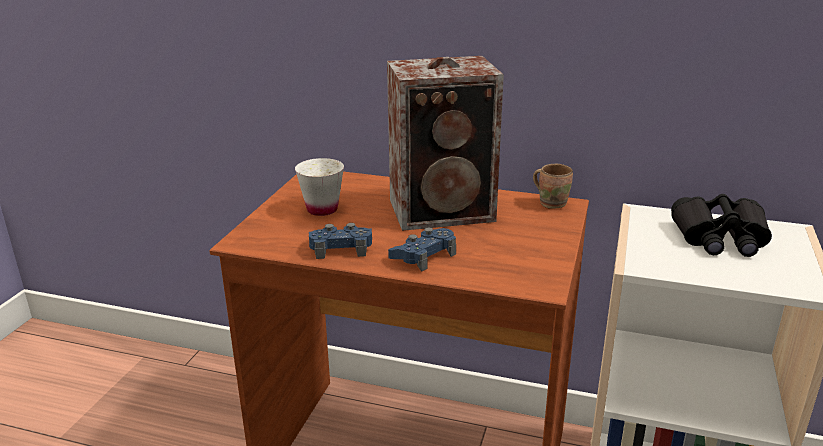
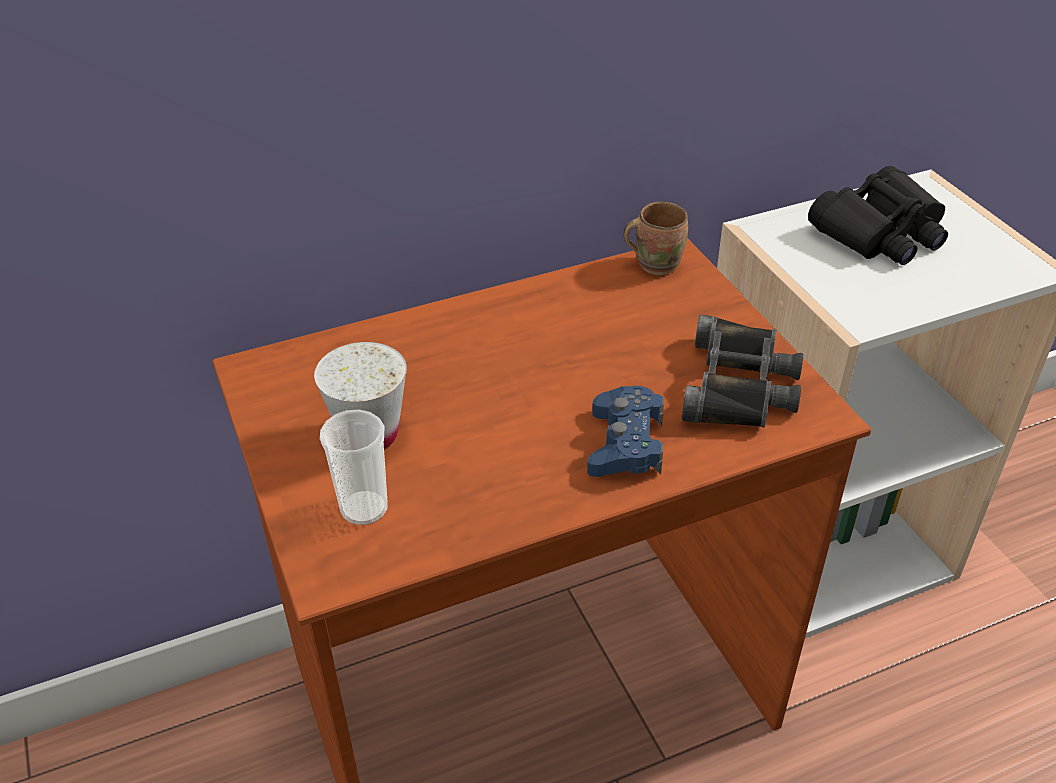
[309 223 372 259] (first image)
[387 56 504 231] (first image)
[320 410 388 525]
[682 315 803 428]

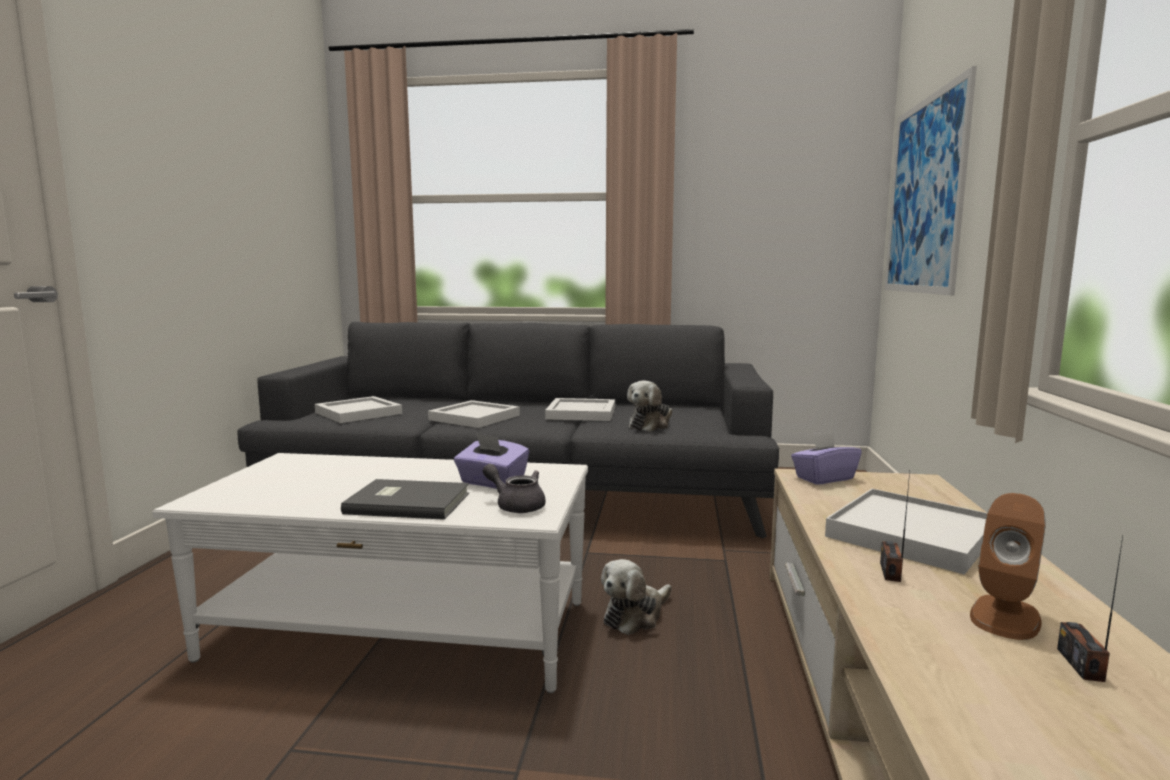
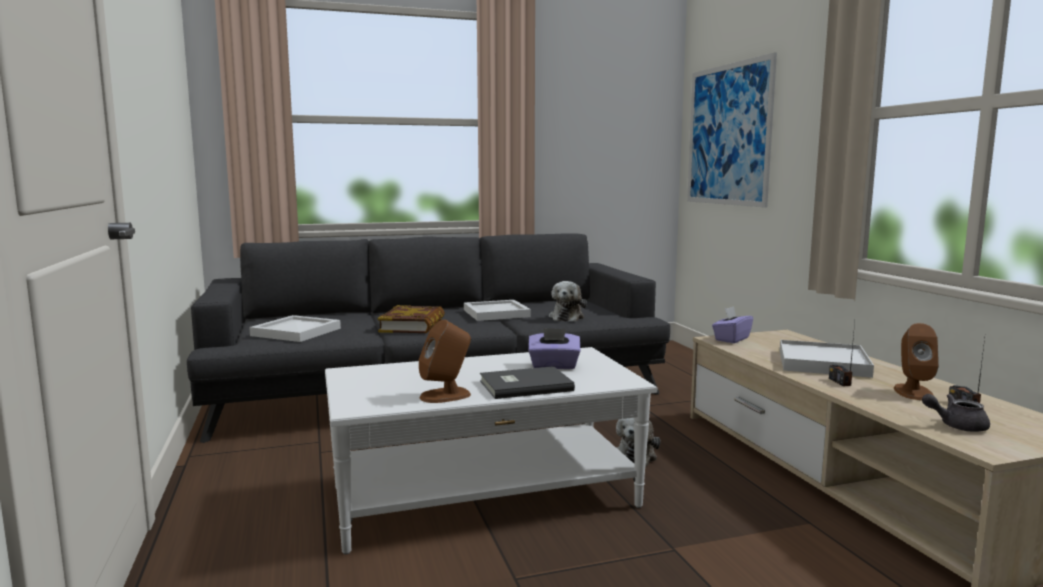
[378 305 445 333]
[922 394 990 432]
[419 320 471 403]

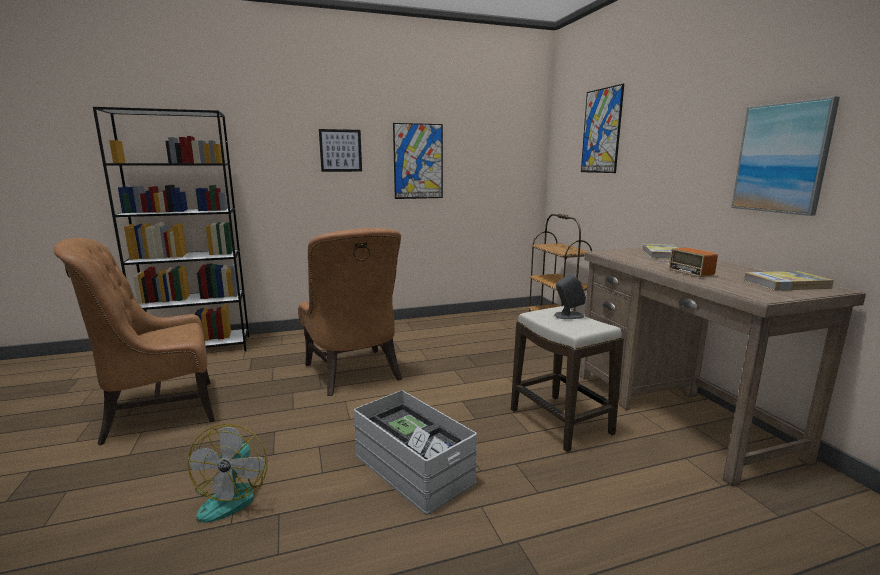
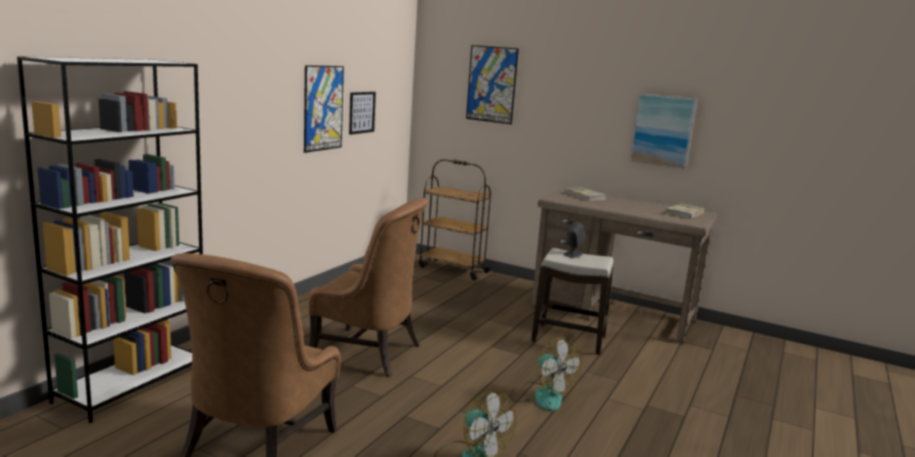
[349 92 376 135]
[510 338 581 411]
[656 247 718 277] (first image)

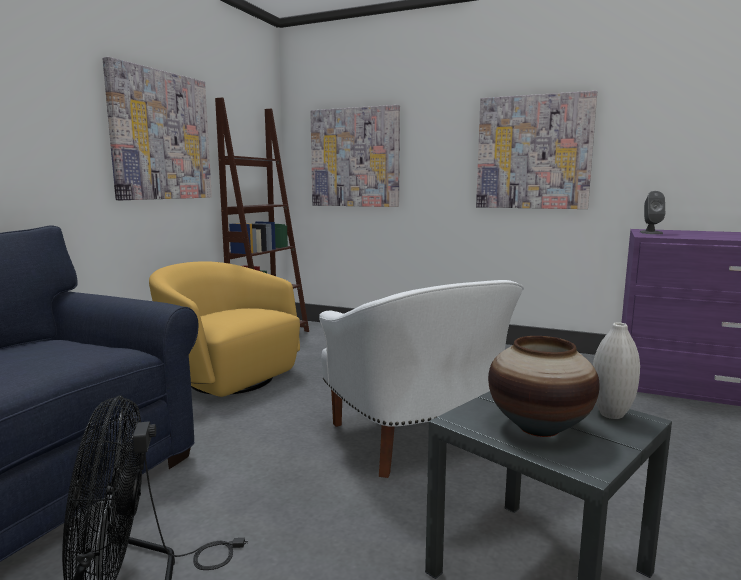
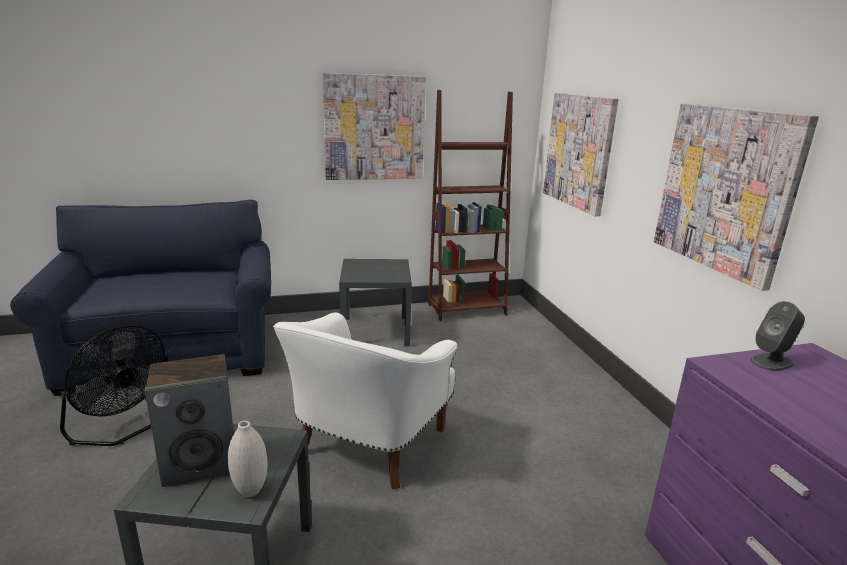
[339 259 412 346]
[145 354 234 487]

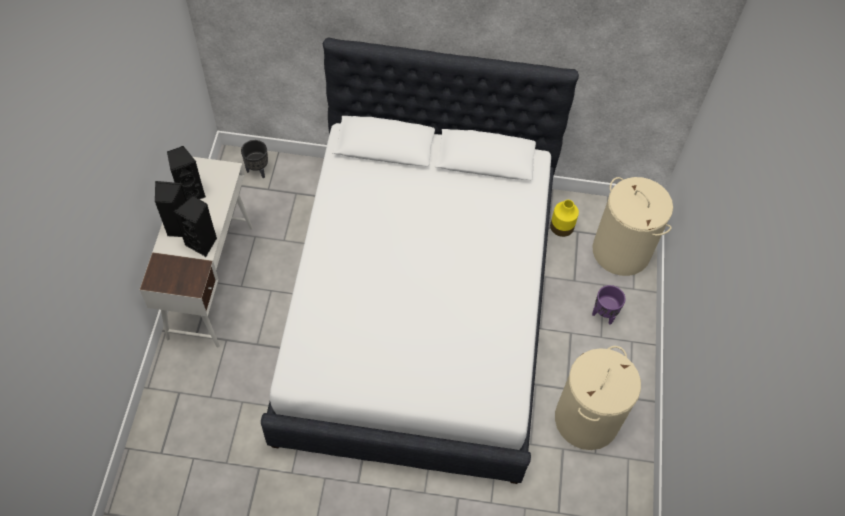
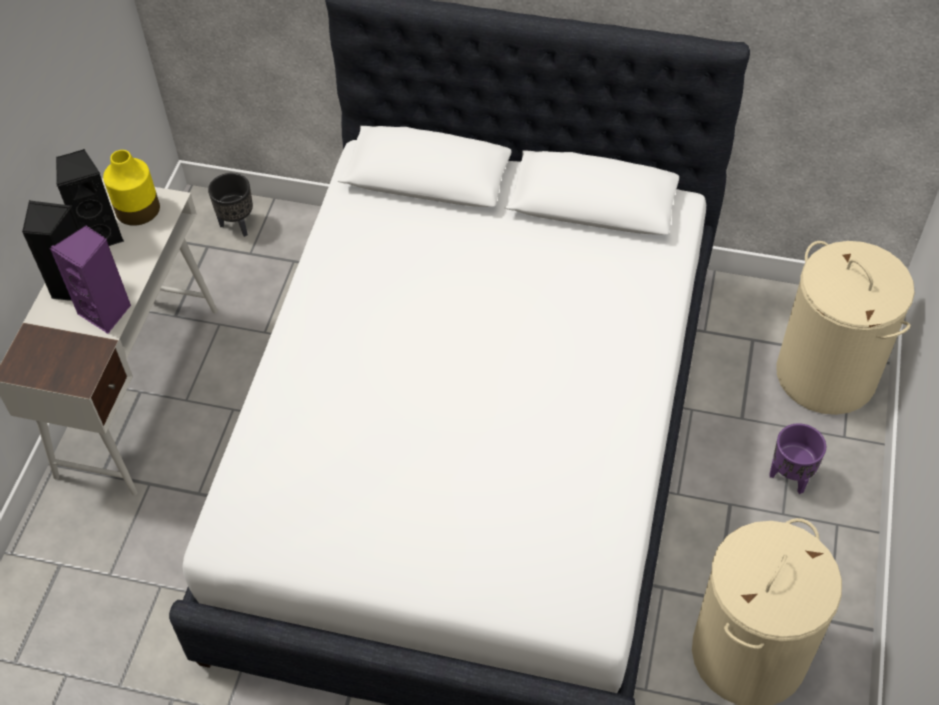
[50 226 131 334]
[103 150 160 226]

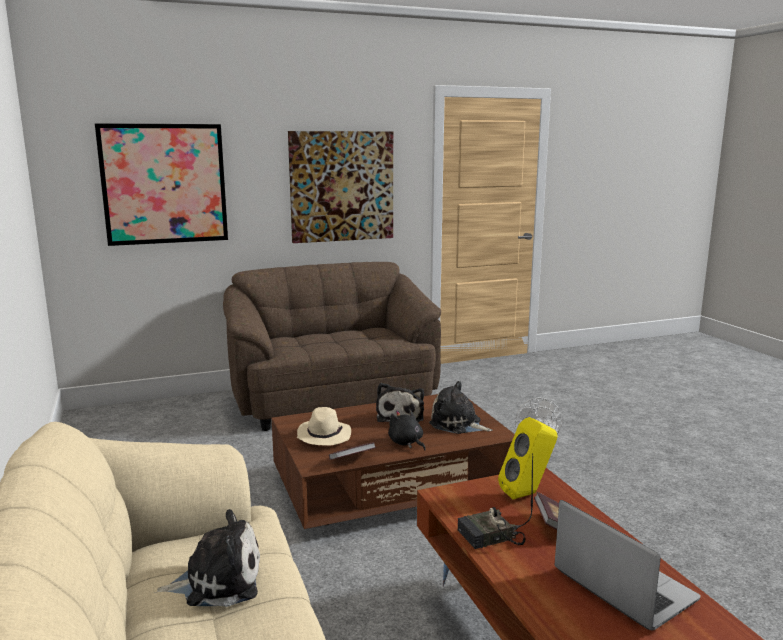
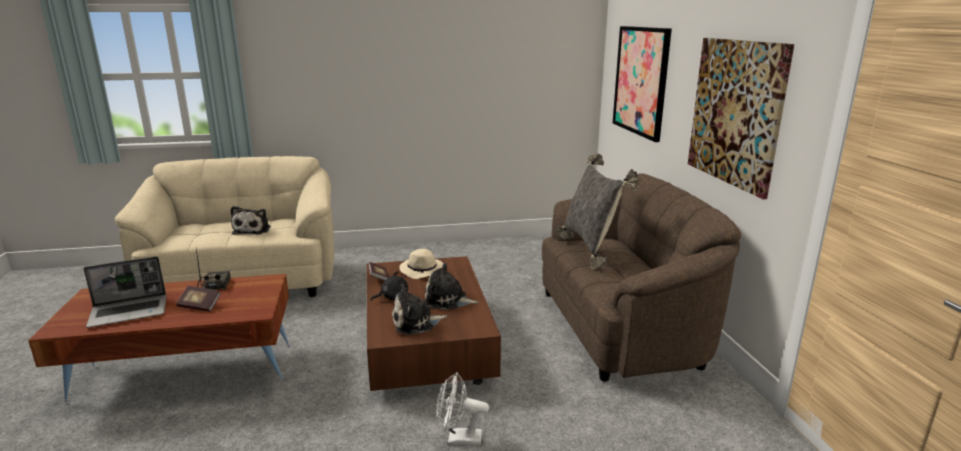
[392 284 447 335]
[498 417 557 499] (first image)
[556 154 639 270]

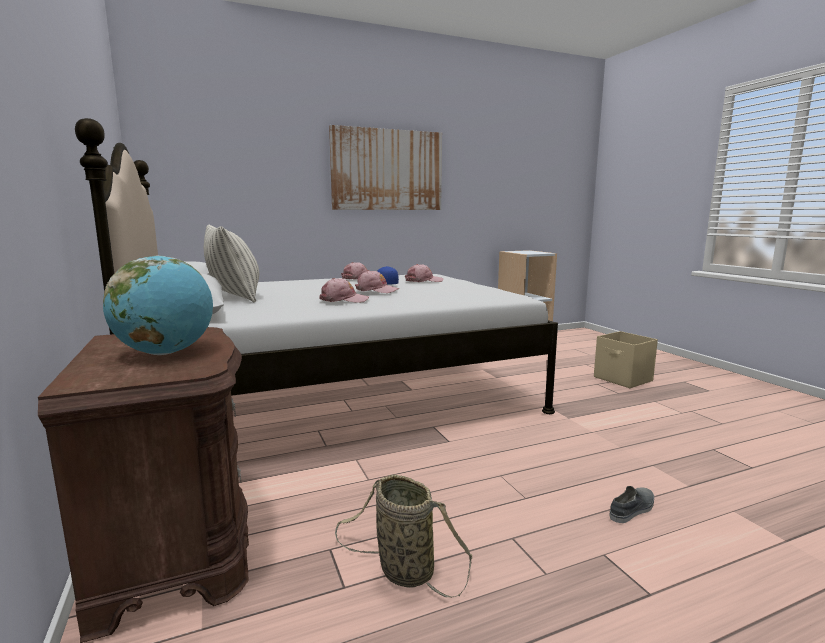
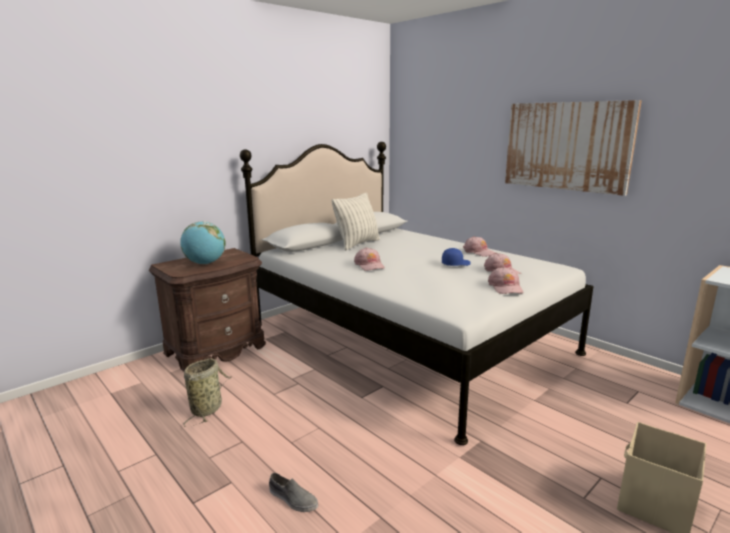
[488 267 524 294]

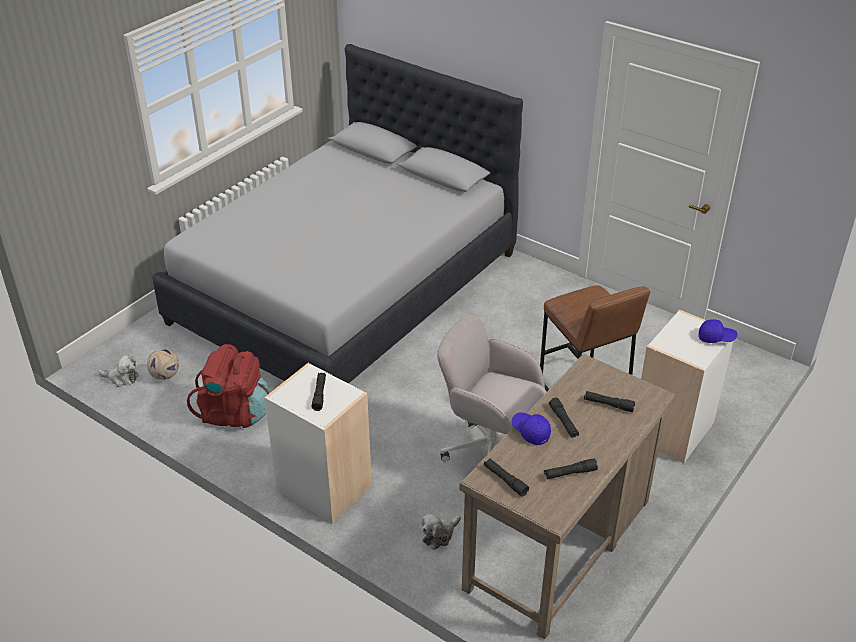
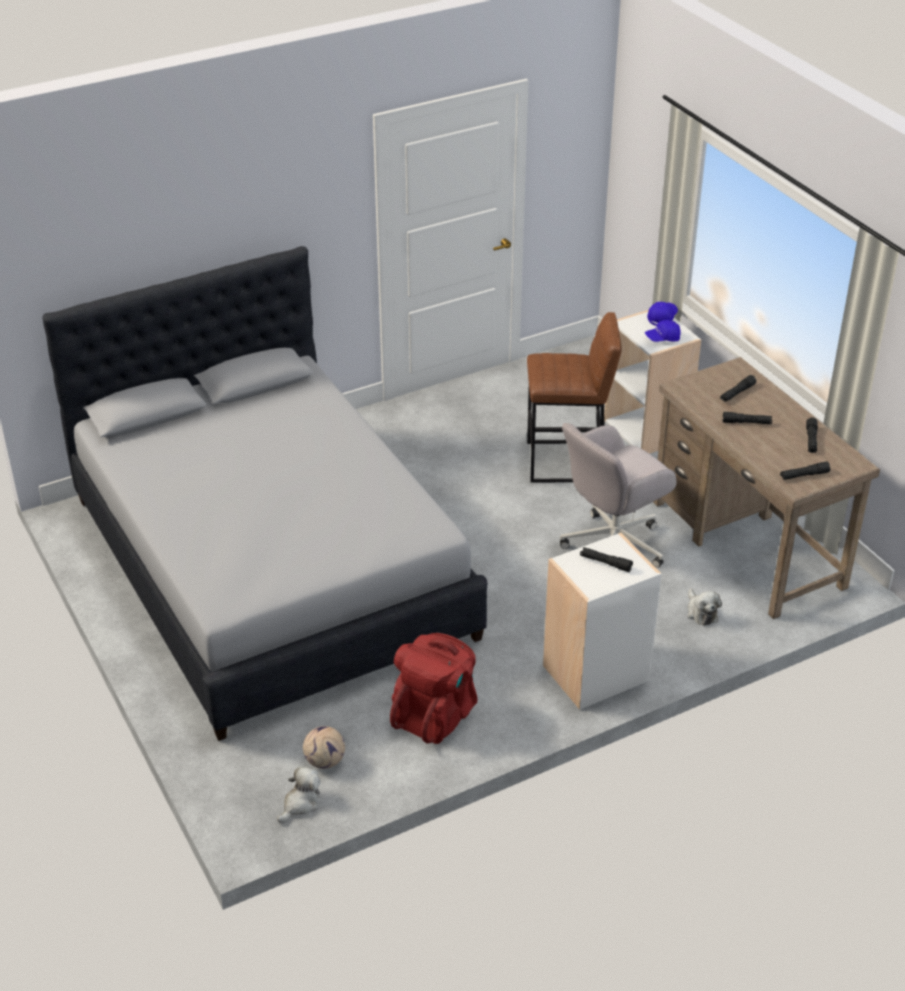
[645 320 681 342]

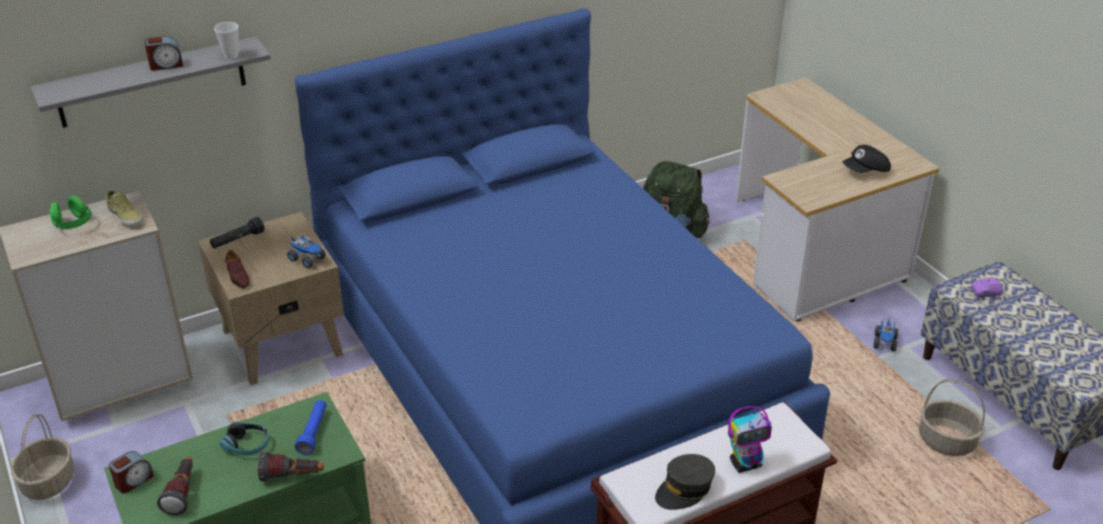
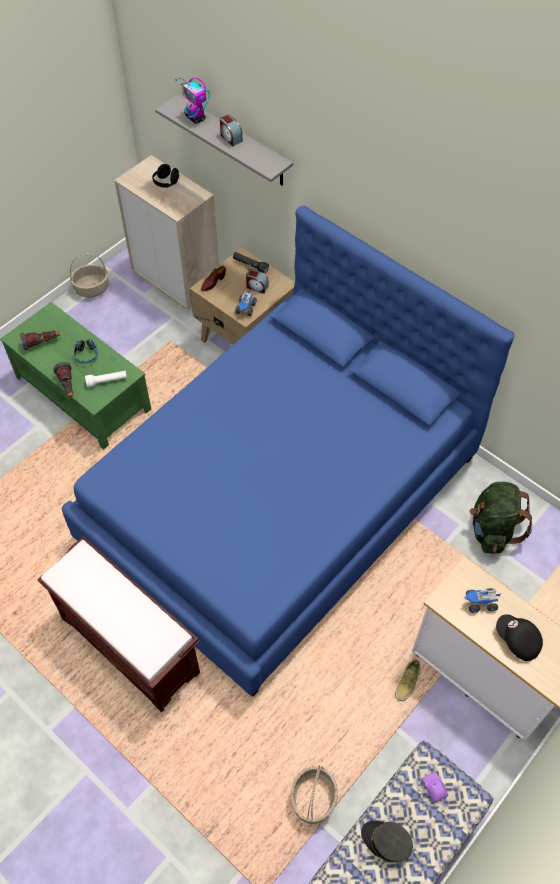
[152 164 179 188]
[395 659 421 701]
[246 269 269 293]
[214 22 239 59] (first image)
[85 371 127 387]
[361 821 413 862]
[175 78 210 124]
[465 588 502 613]

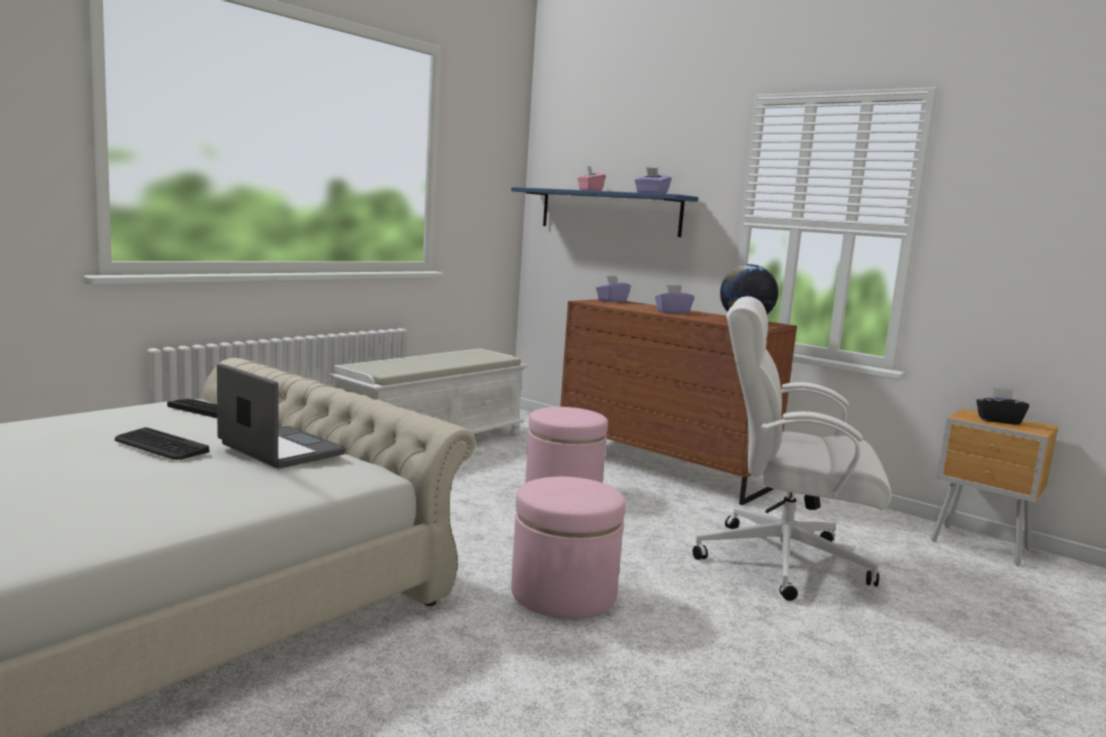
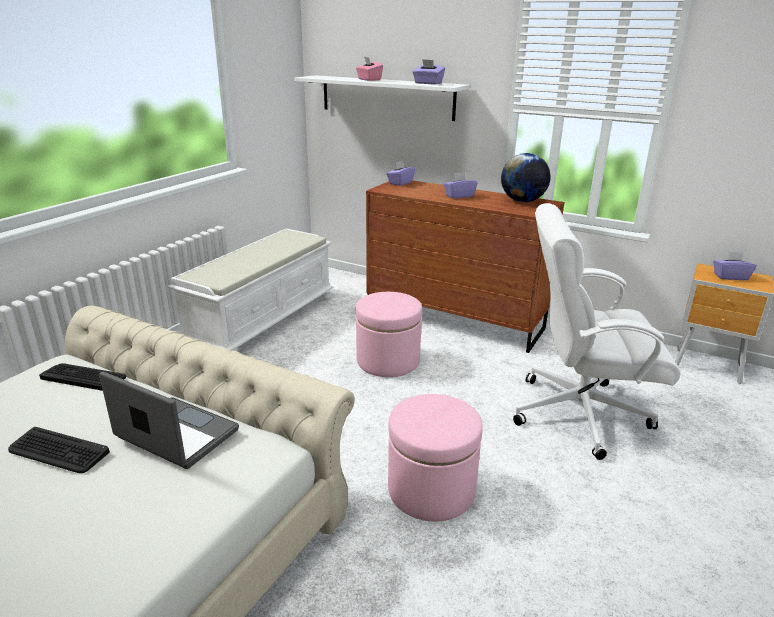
[294 75 470 121]
[713 251 757 280]

